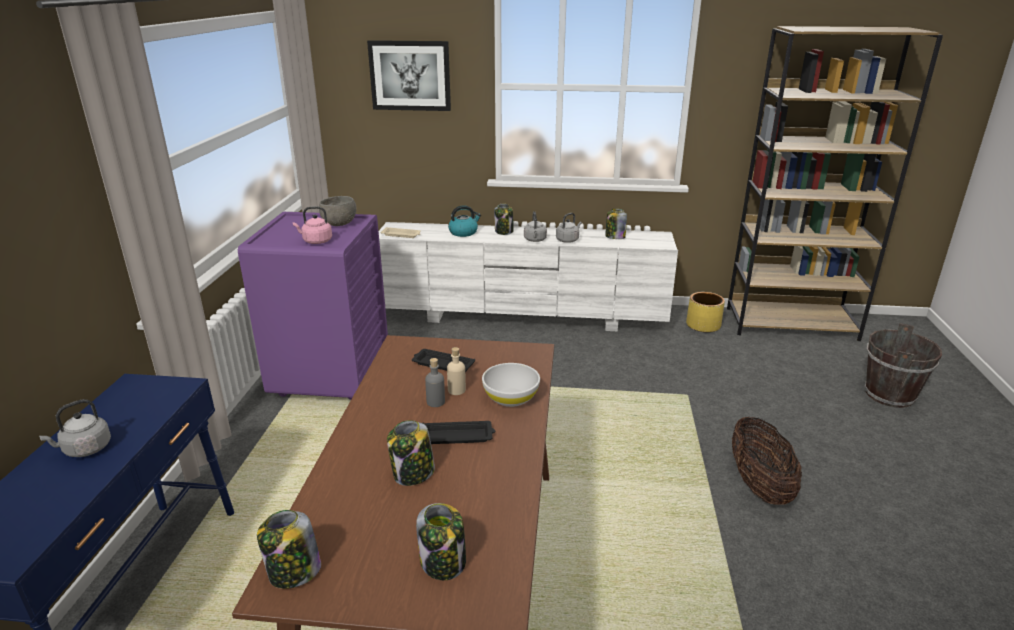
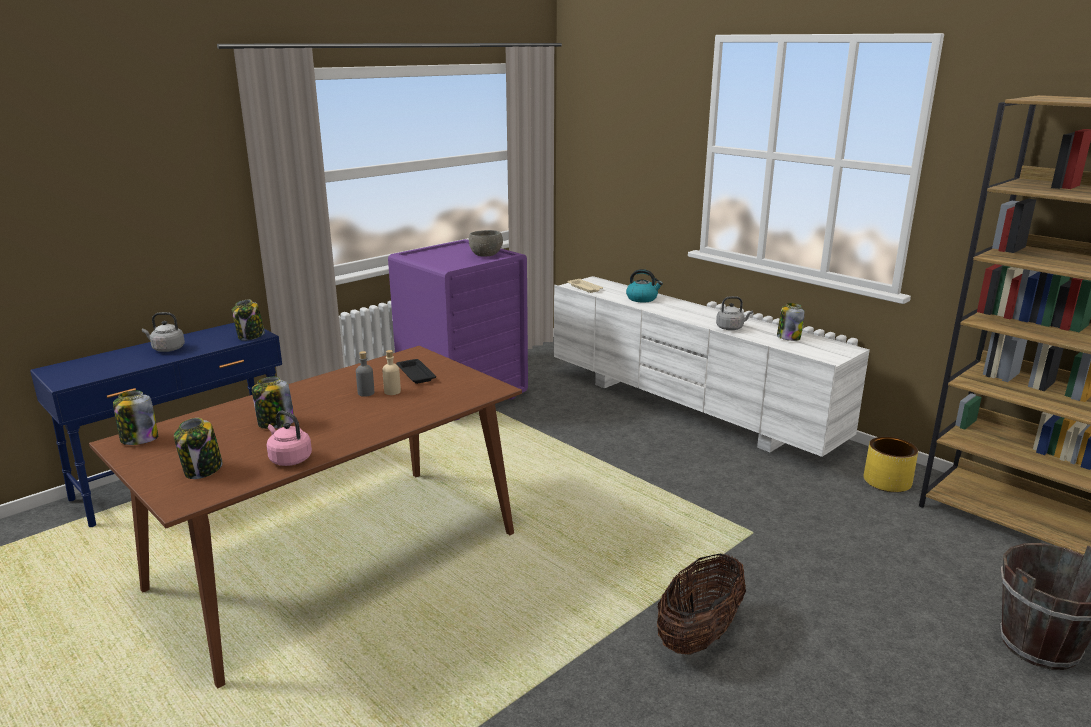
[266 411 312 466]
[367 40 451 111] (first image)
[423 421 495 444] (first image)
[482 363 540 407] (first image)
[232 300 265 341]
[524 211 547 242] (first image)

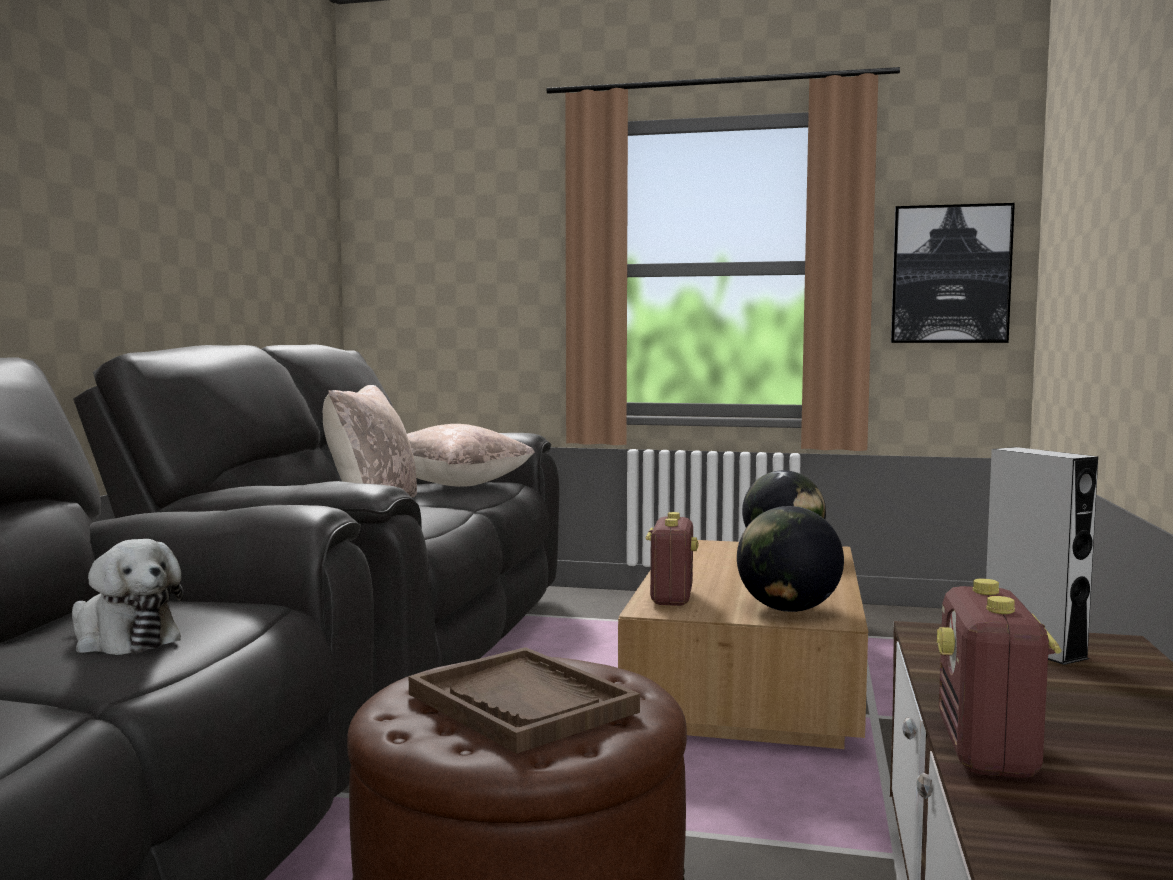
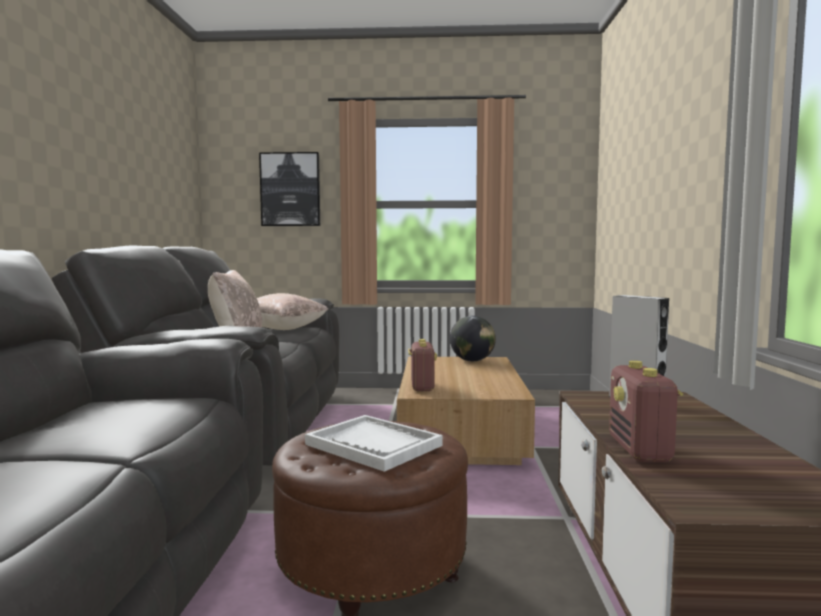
[72 539 184 655] (first image)
[305 415 443 472]
[737 506 844 612] (first image)
[259 152 320 226]

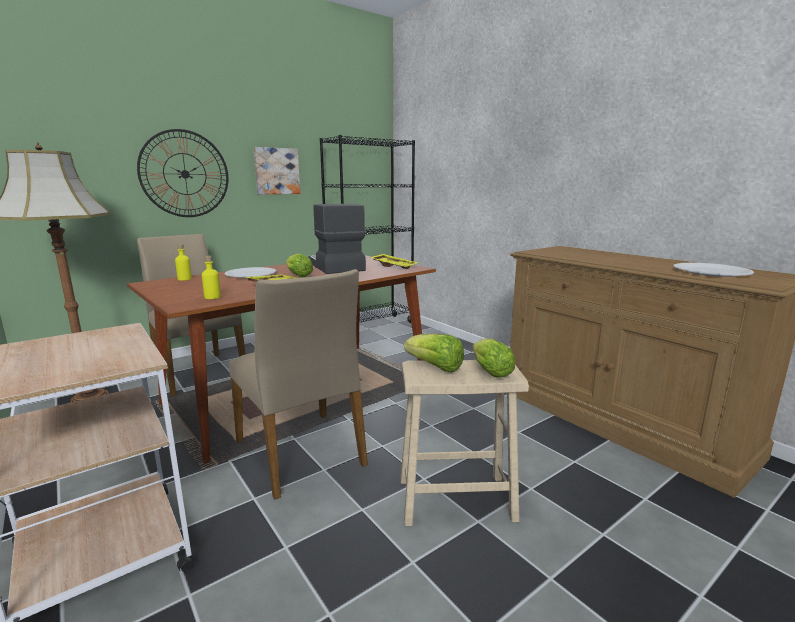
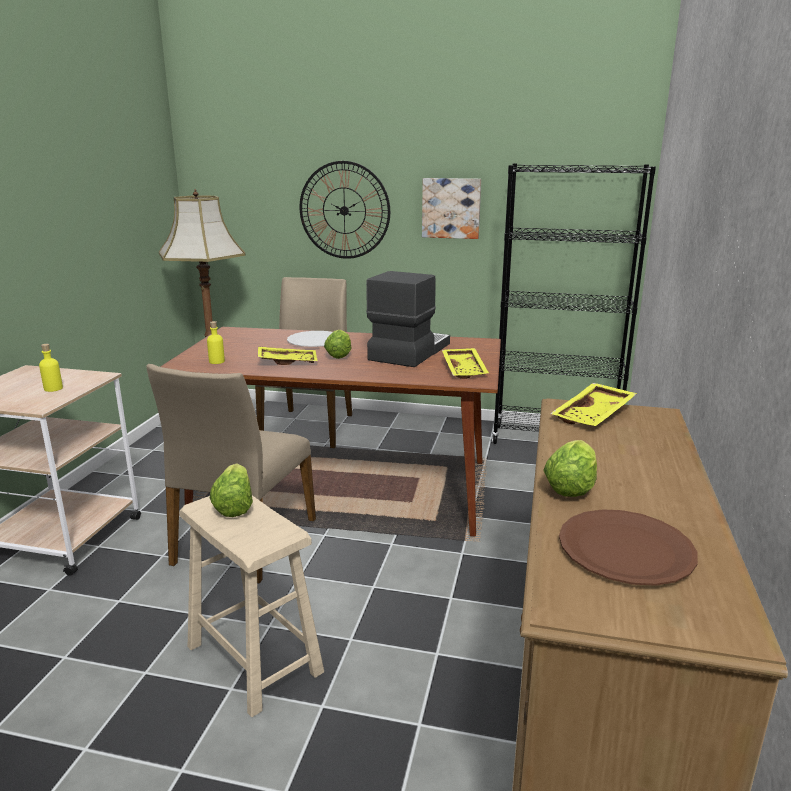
[39 344 63 392]
[543 440 597 497]
[559 509 698 586]
[550 383 637 426]

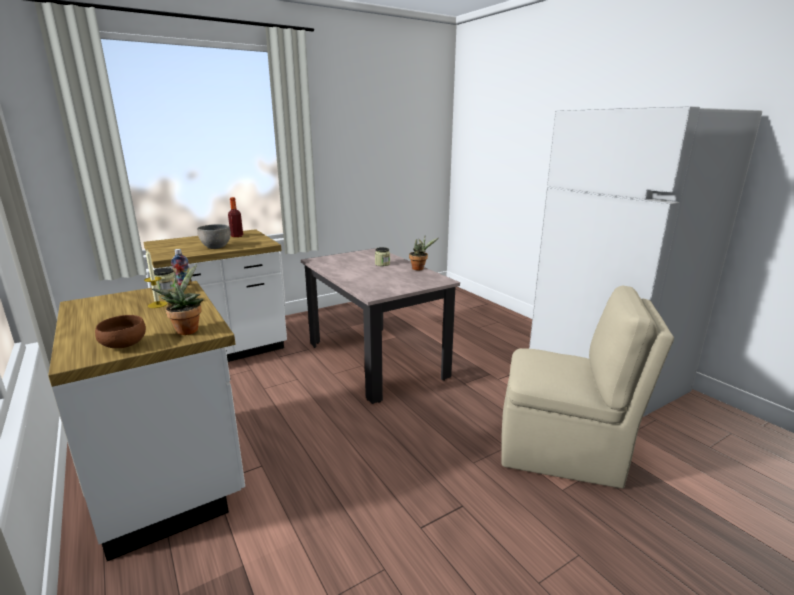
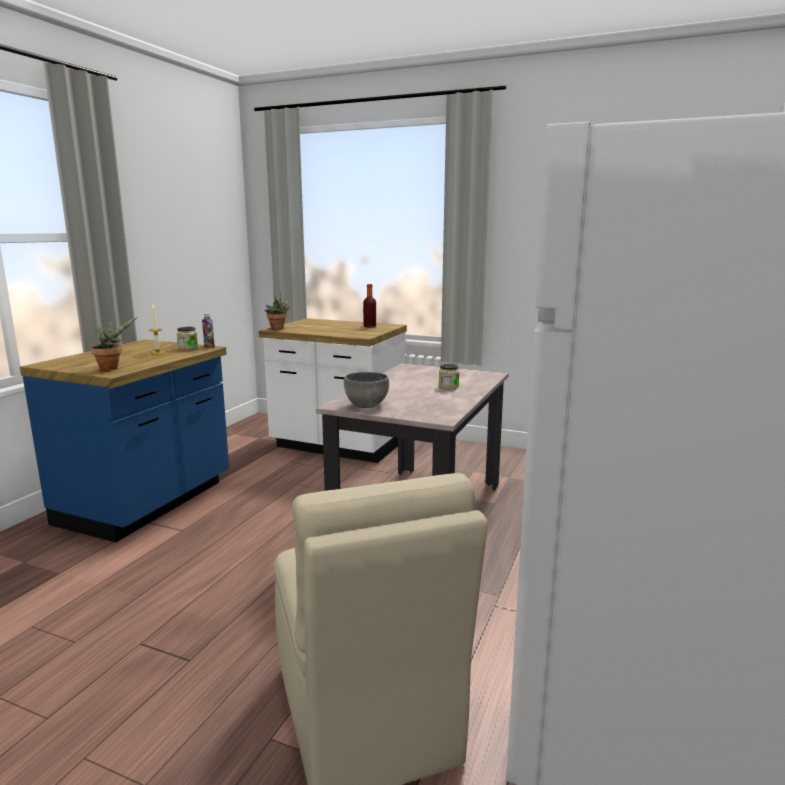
[20 339 229 542]
[95 315 146 348] (first image)
[344 372 389 408]
[265 294 291 330]

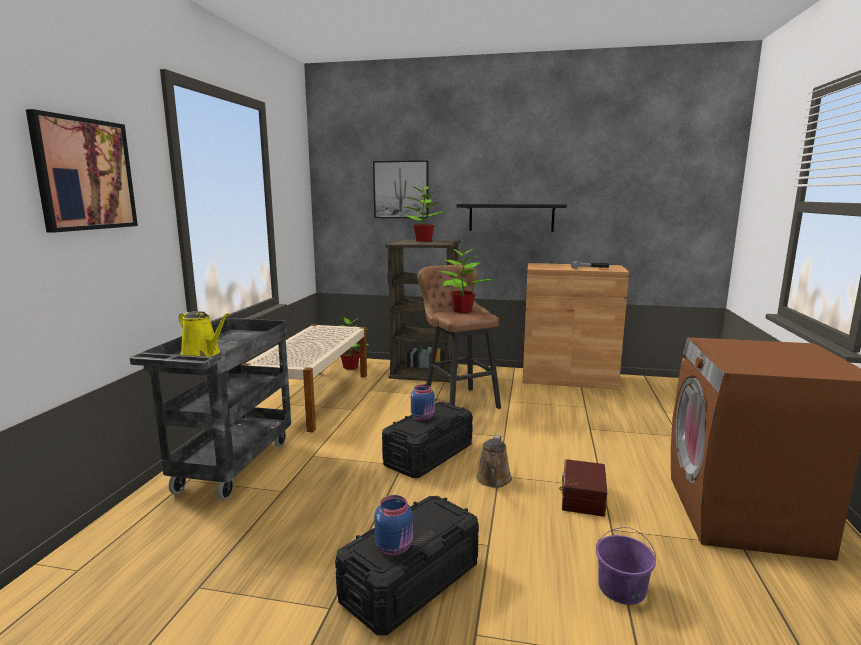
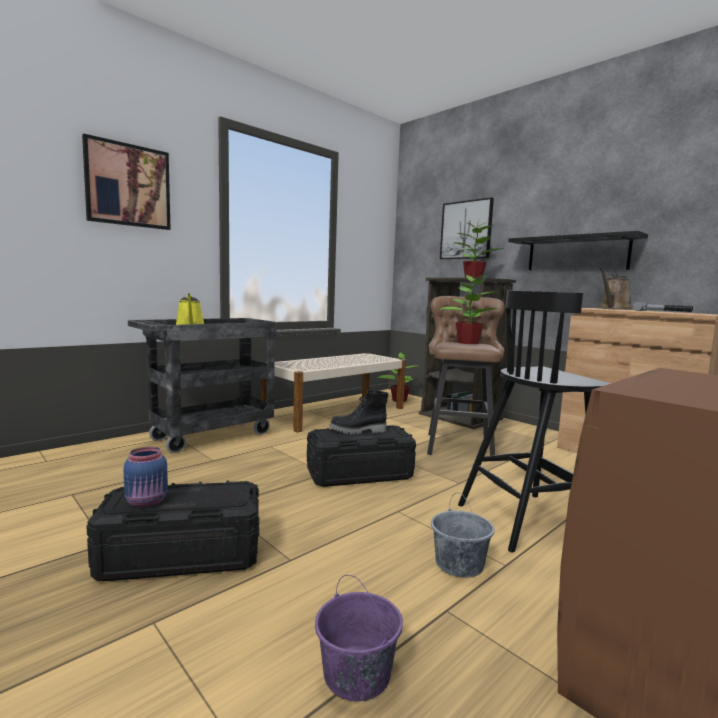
[329 390 389 434]
[599 268 632 310]
[431 493 494 578]
[458 291 611 552]

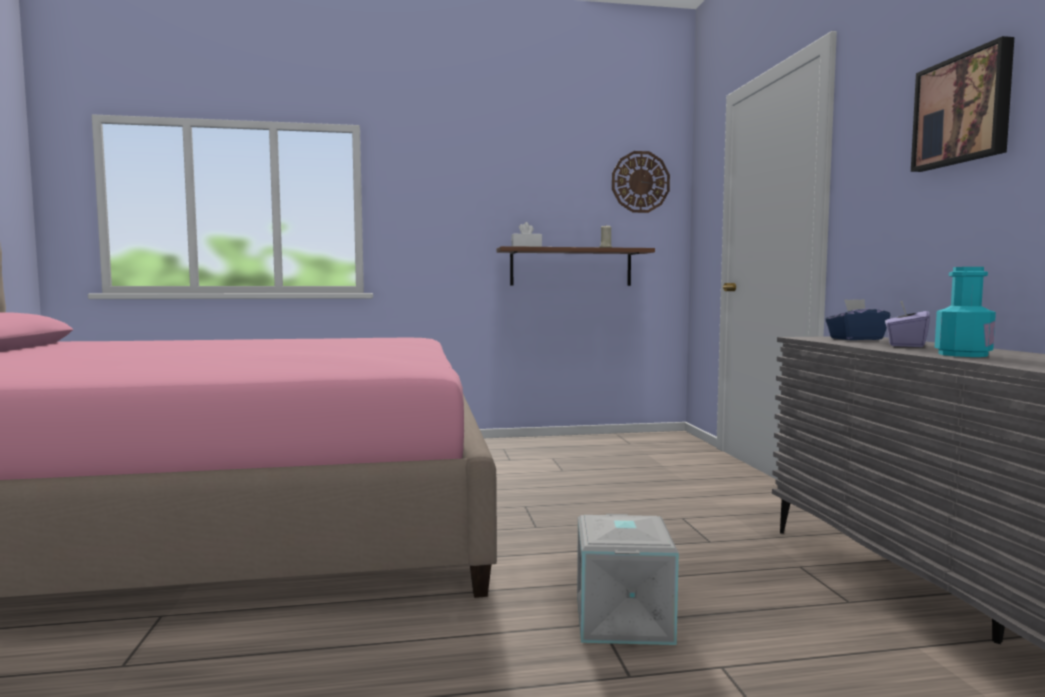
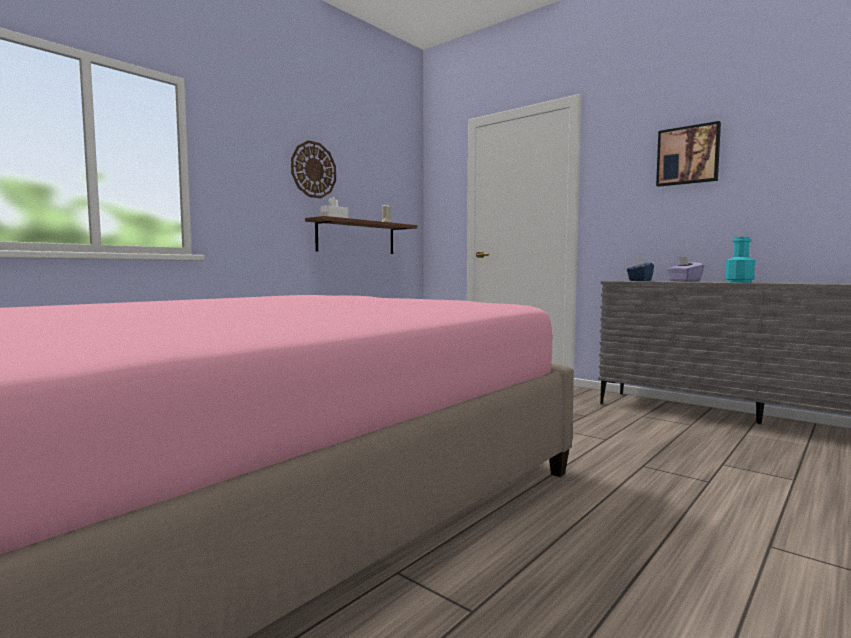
[577 514 679 645] (first image)
[291 140 336 199]

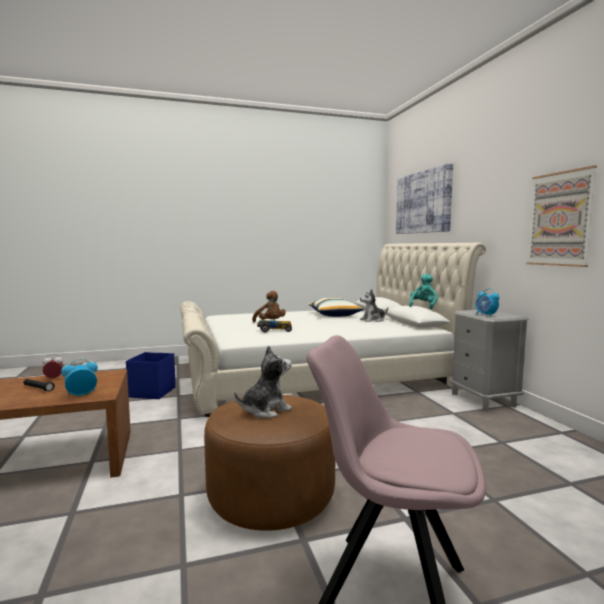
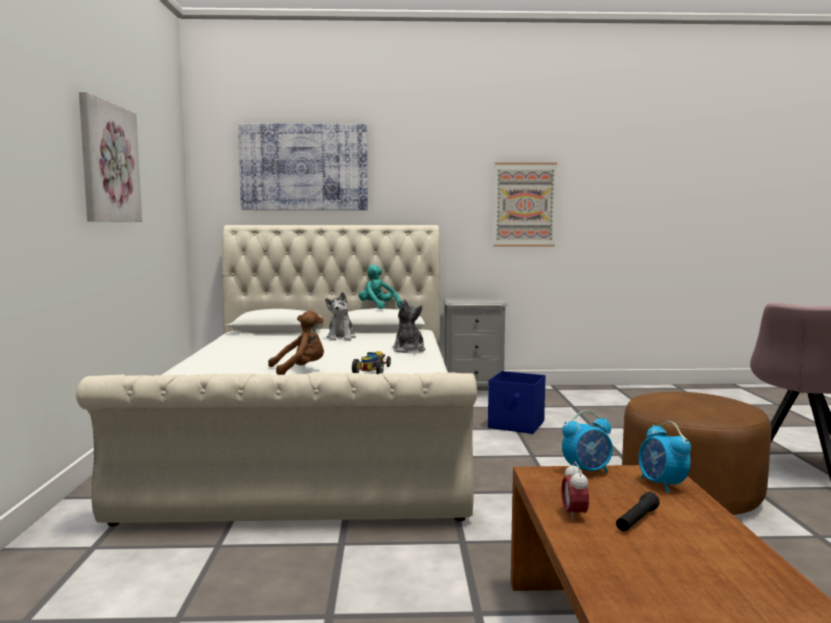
[488 371 545 434]
[392 299 425 353]
[309 298 364 317] (first image)
[562 410 613 473]
[79 92 142 222]

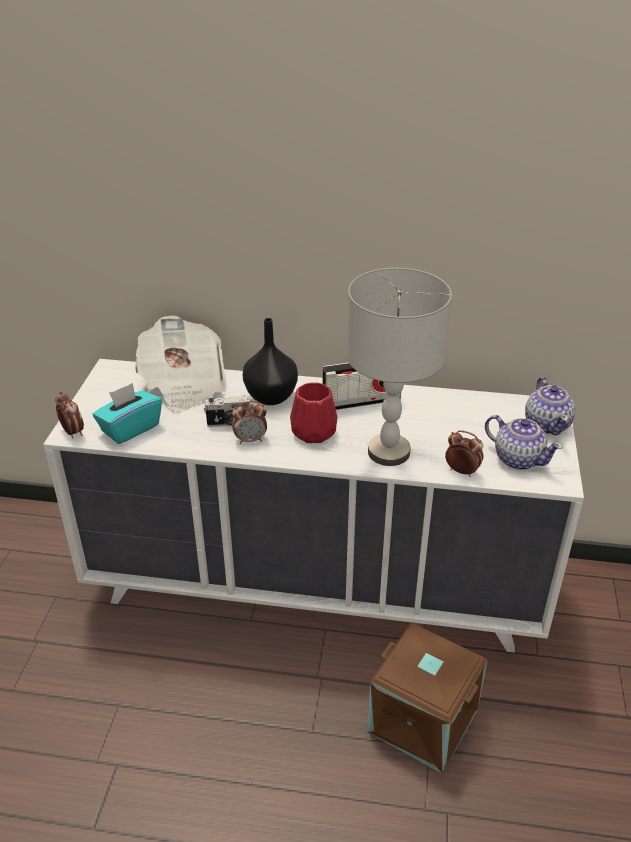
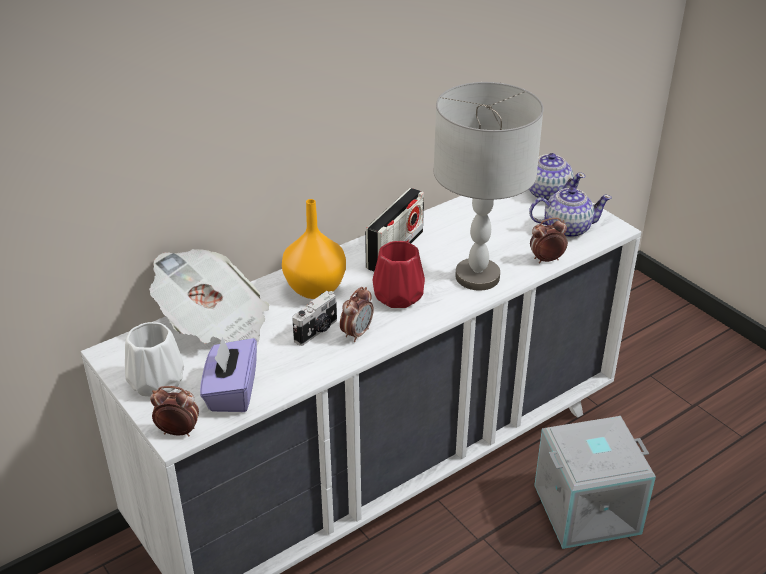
[200 337 257 412]
[282 199 346 299]
[534 416 656 549]
[125 322 184 396]

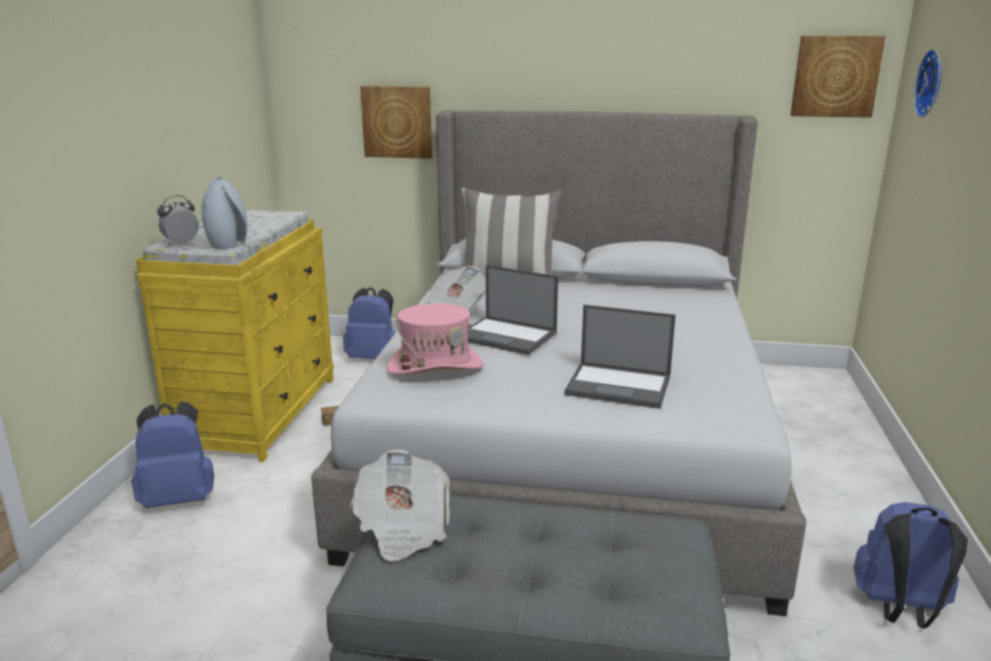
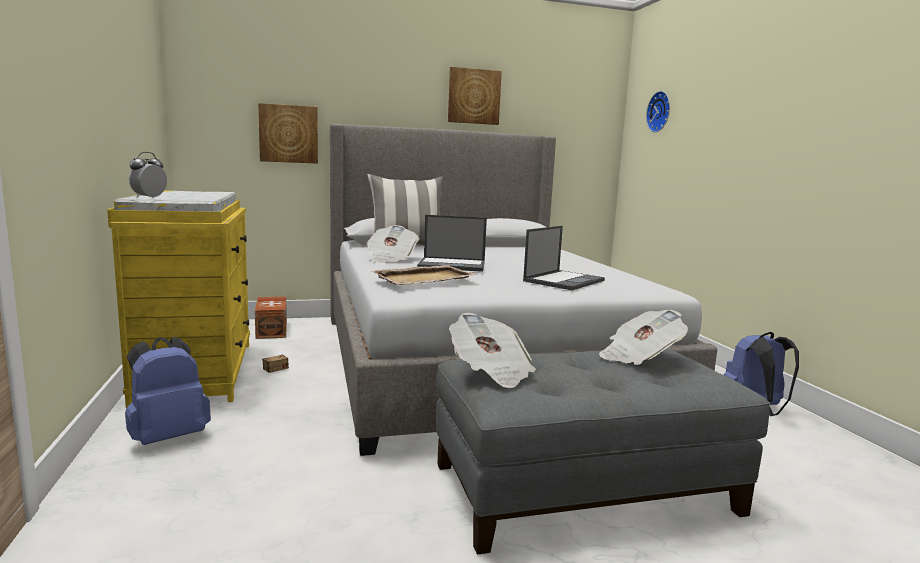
[202 178 247 249] (first image)
[255 296 287 339]
[371 265 478 285]
[523 226 605 290]
[448 67 502 125]
[599 310 688 365]

